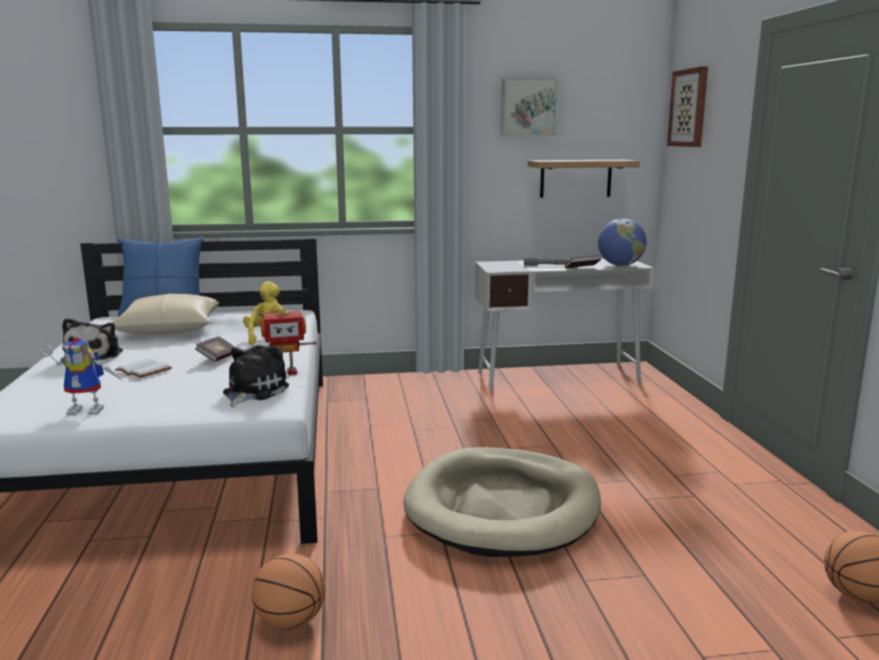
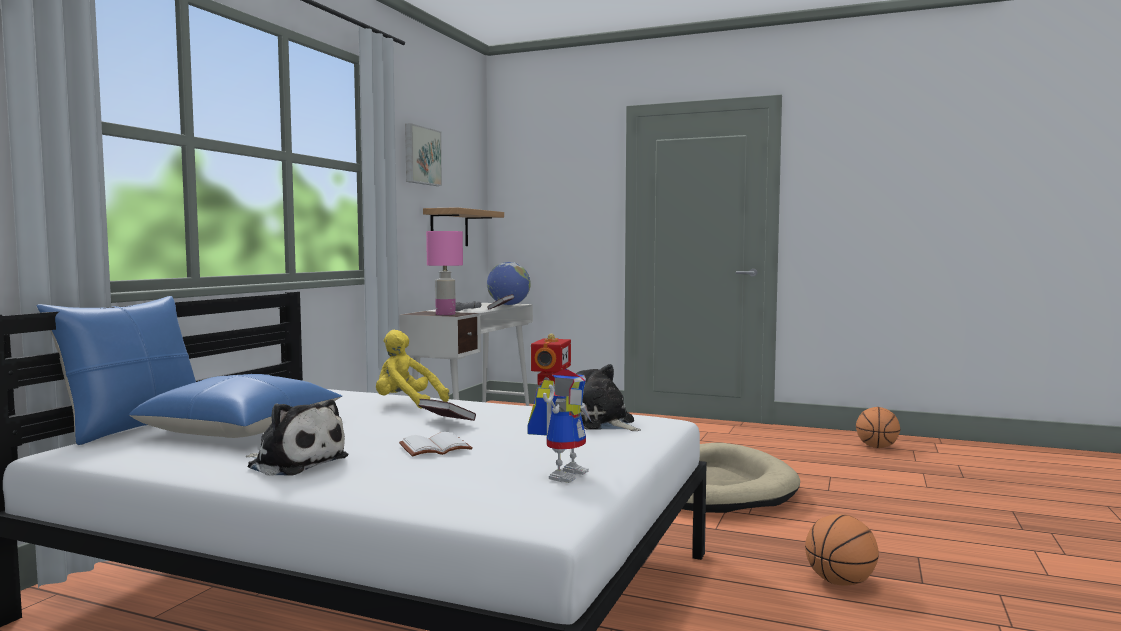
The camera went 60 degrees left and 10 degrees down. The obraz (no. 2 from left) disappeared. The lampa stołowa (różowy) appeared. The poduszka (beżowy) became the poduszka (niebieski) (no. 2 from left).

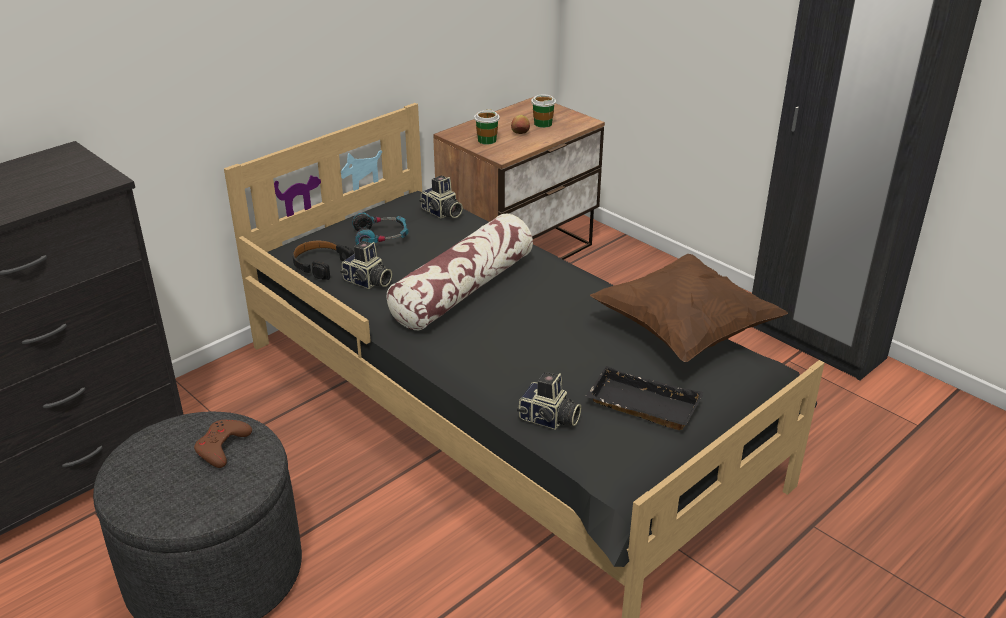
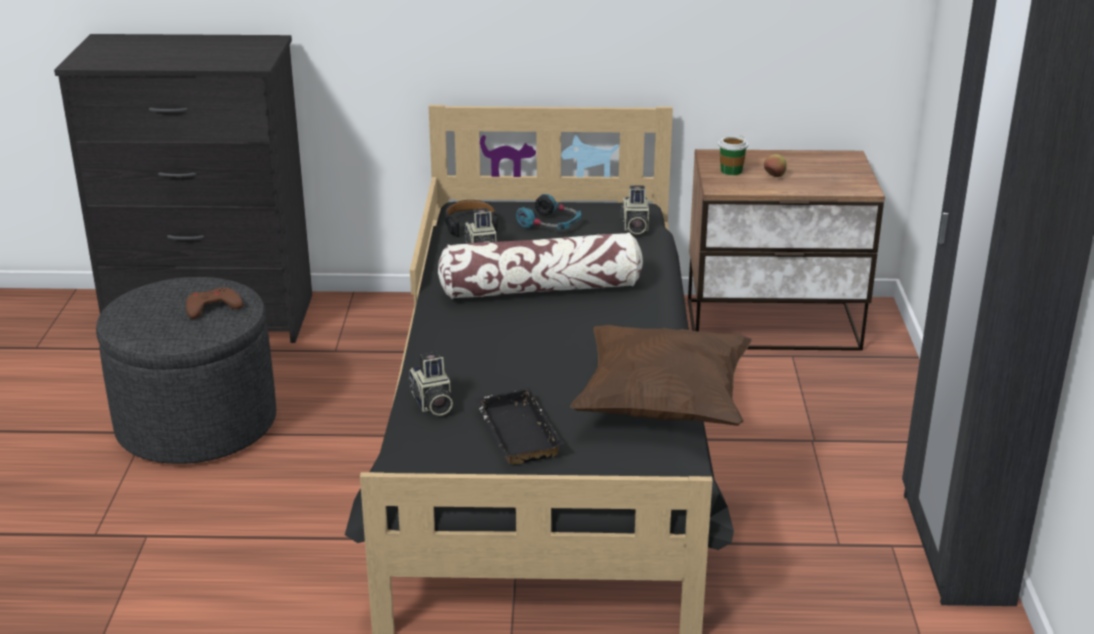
The camera went 45 degrees right and 5 degrees down. The filiżanka (no. 2 from left) disappeared.

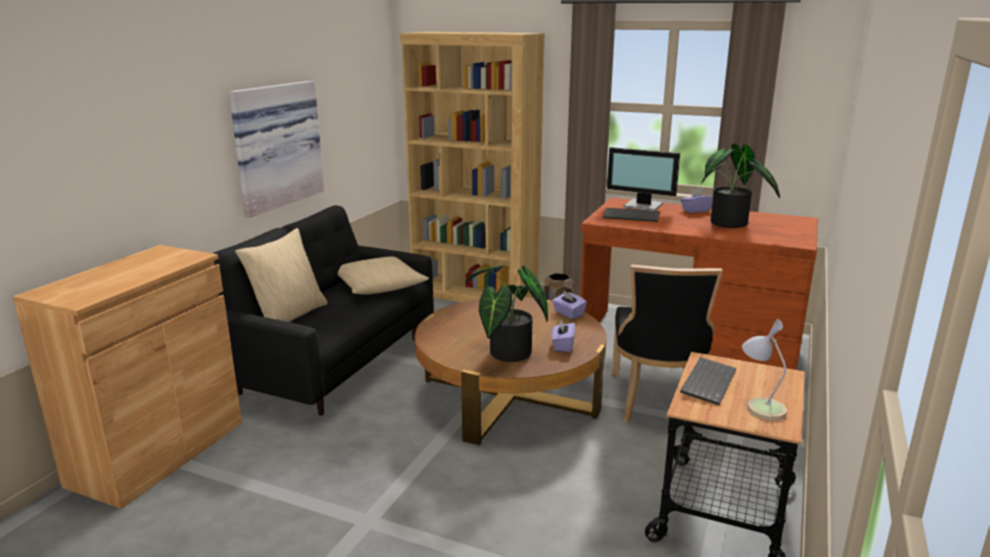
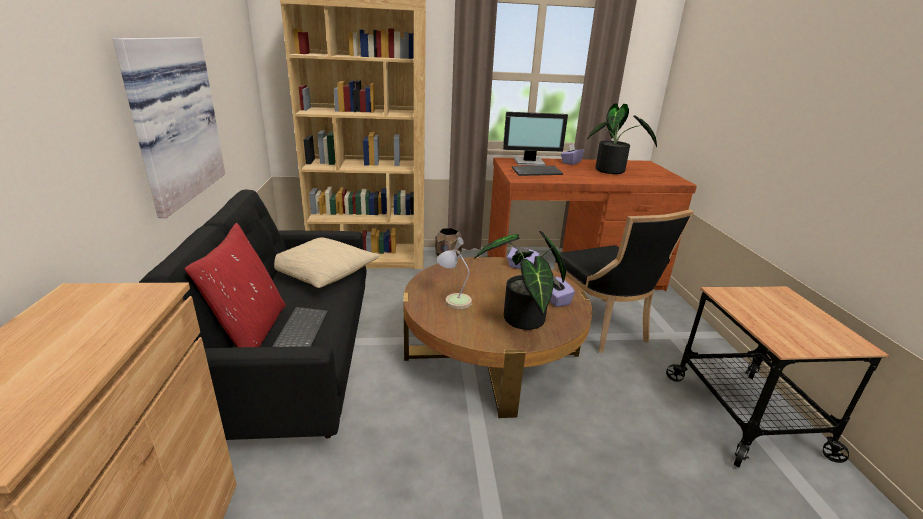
The camera went 30 degrees left and 5 degrees up. The klawiatura (no. 2 from left in the first image) moved. The lampa stołowa moved. The poduszka (beżowy) (no. 1 from left) became the poduszka (czerwony).

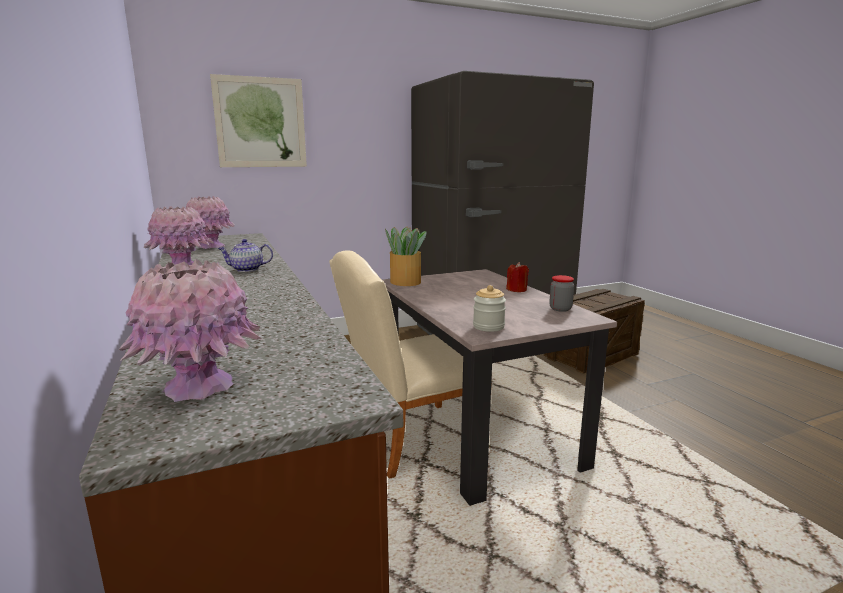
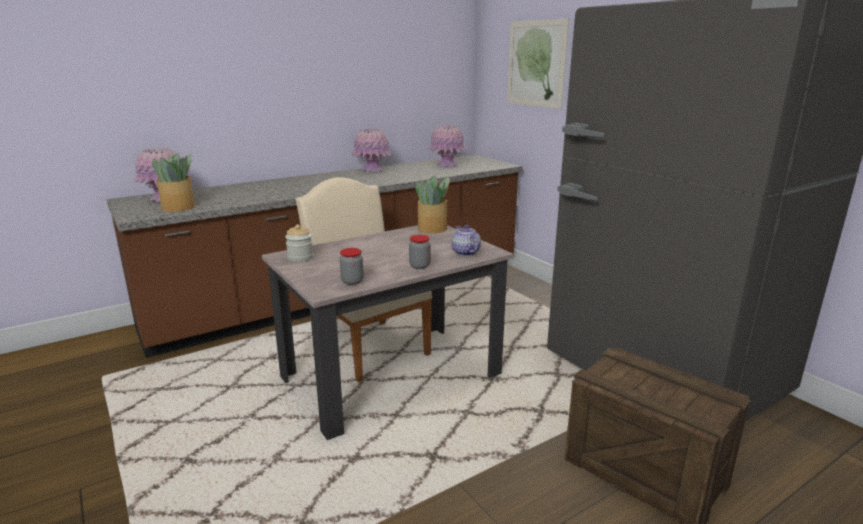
The camera went 80 degrees right and 5 degrees up. The roślina doniczkowa (no. 1 from left) appeared. The imbryk moved. The świeca (czerwony) was replaced by the słoik (no. 3 from left).

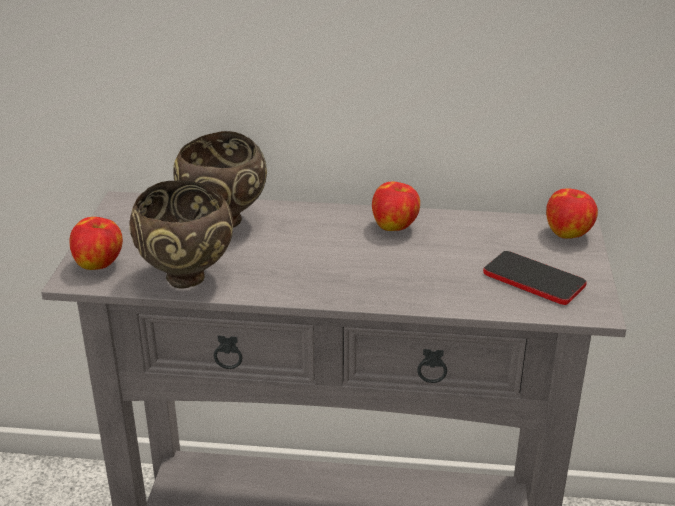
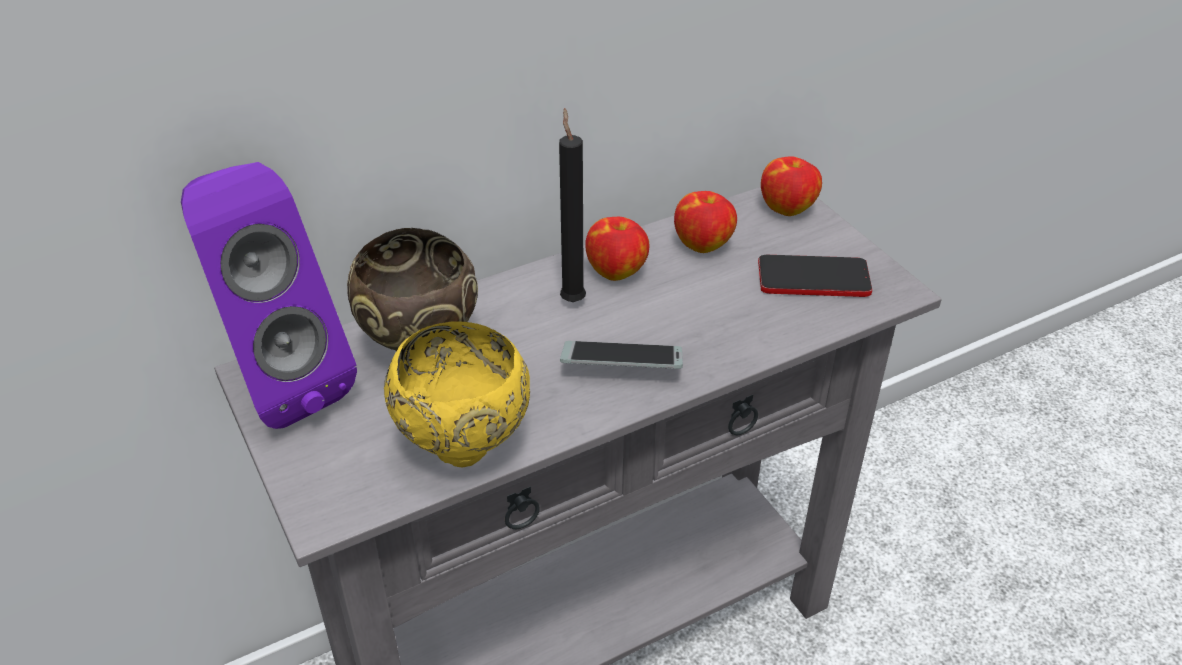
The camera went 35 degrees left and 10 degrees up. The głośnik (fioletowy) appeared. The świeca (czarny) appeared. The telefon (no. 1 from left) appeared. The jabłko (no. 1 from left in the first image) moved. The miska (brązowy) (no. 1 from left) became the miska (żółty).

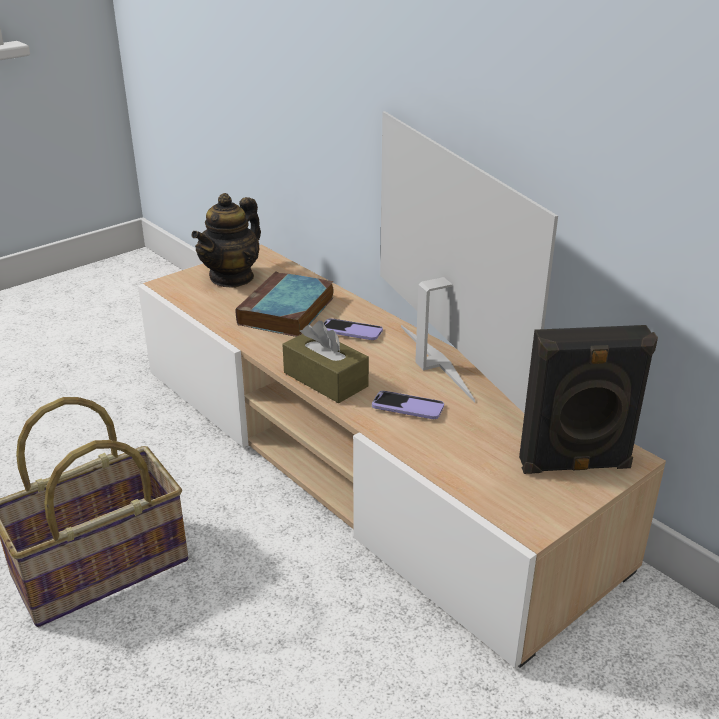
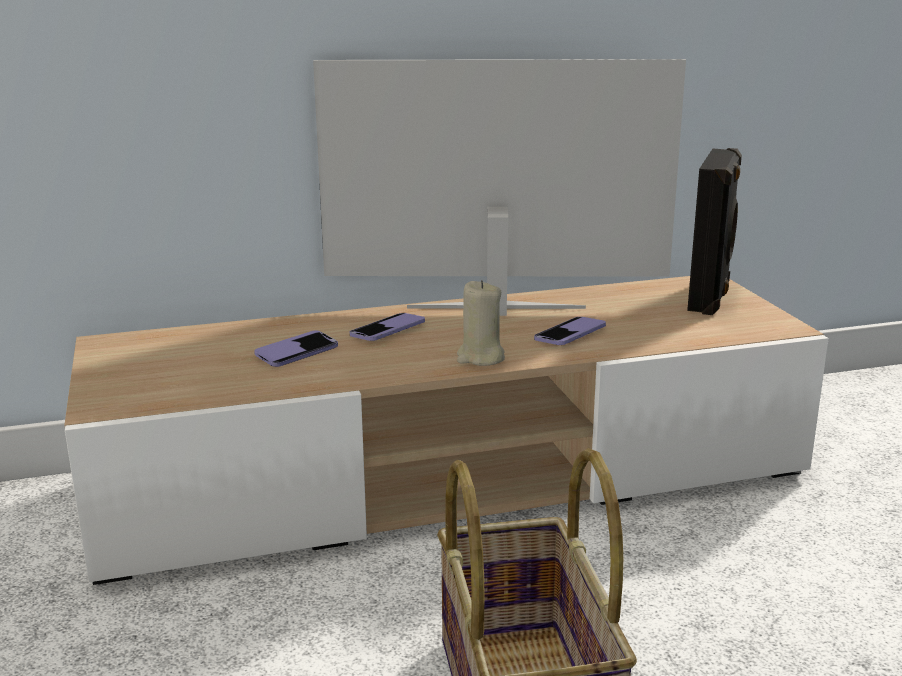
The camera went 65 degrees left and 10 degrees down. The imbryk disappeared. The książka was replaced by the telefon (no. 1 from left). The pudełko chusteczek (brązowy) was replaced by the świeca (beżowy).

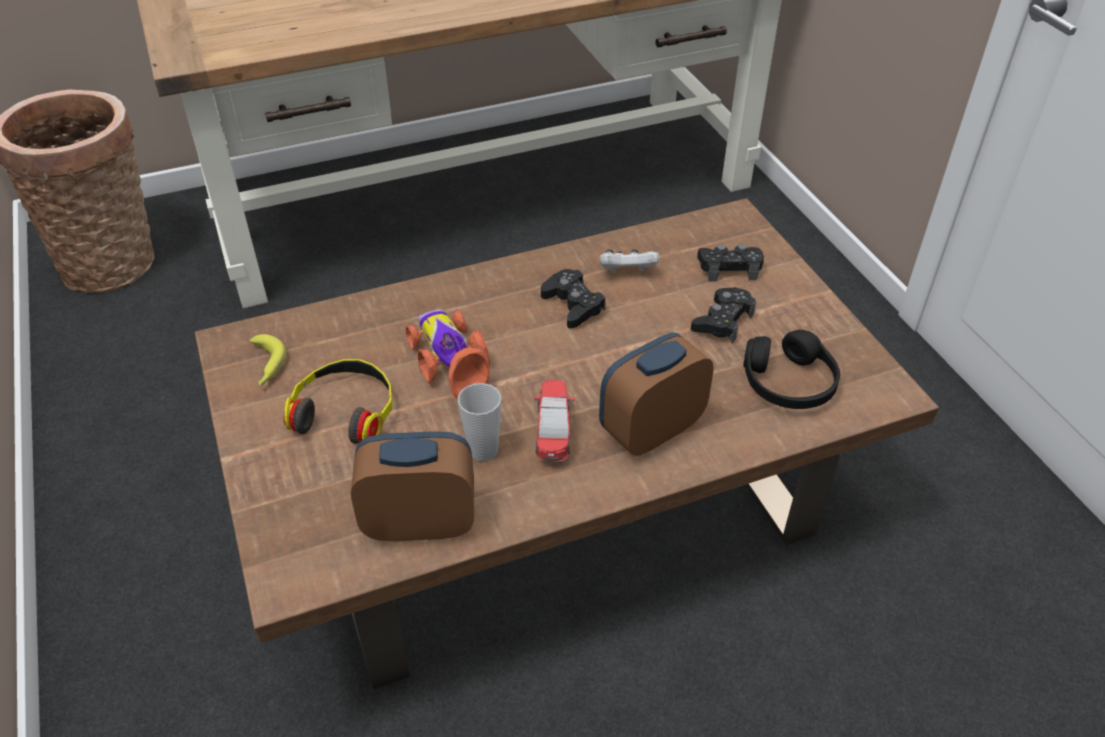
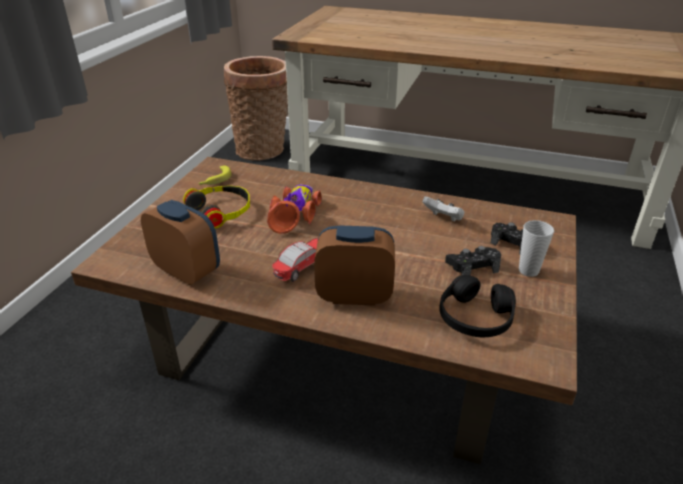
The camera went 40 degrees right and 10 degrees down. The pad do gier (czarny) (no. 1 from left) disappeared. The filiżanka moved.

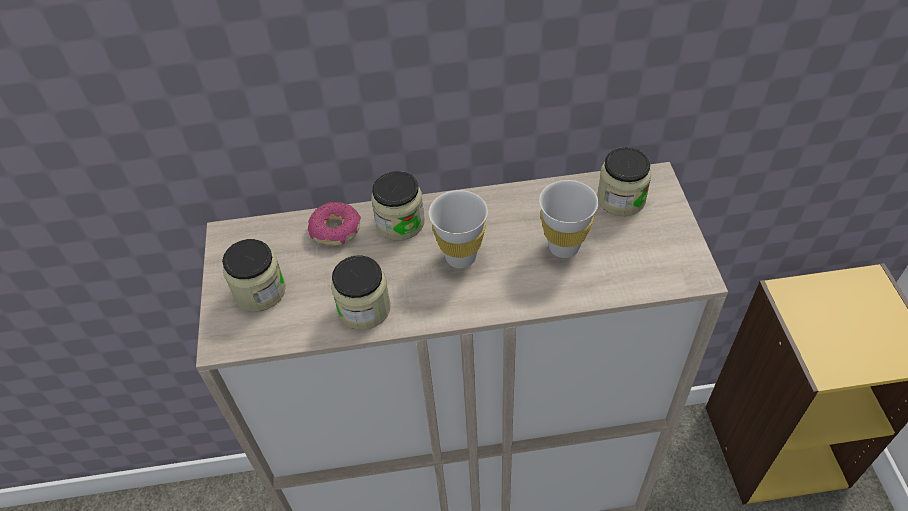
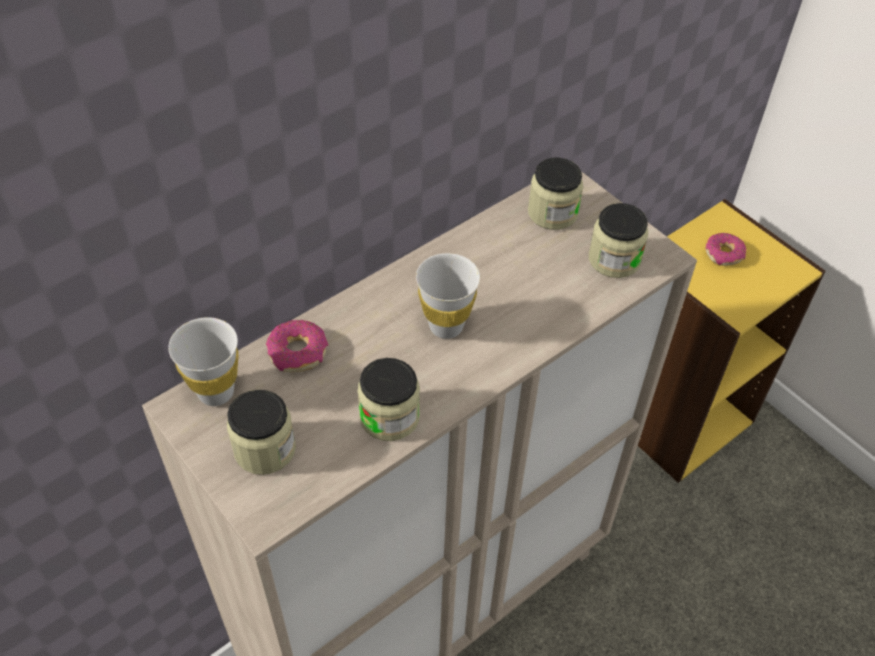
The camera went 35 degrees left and 0 degrees up. The donut (no. 2 from left) appeared. The słoik (no. 3 from left in the first image) moved. The filiżanka (biały) (no. 2 from left in the first image) moved.

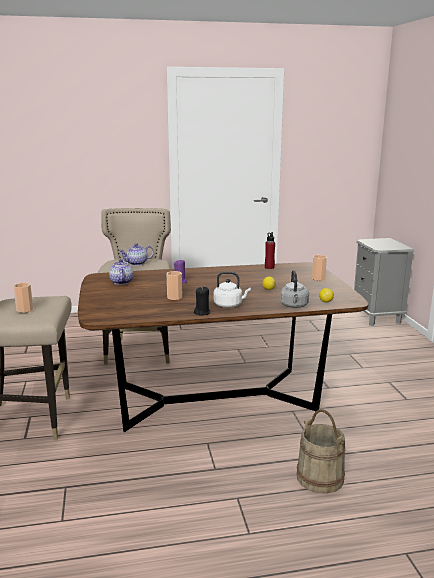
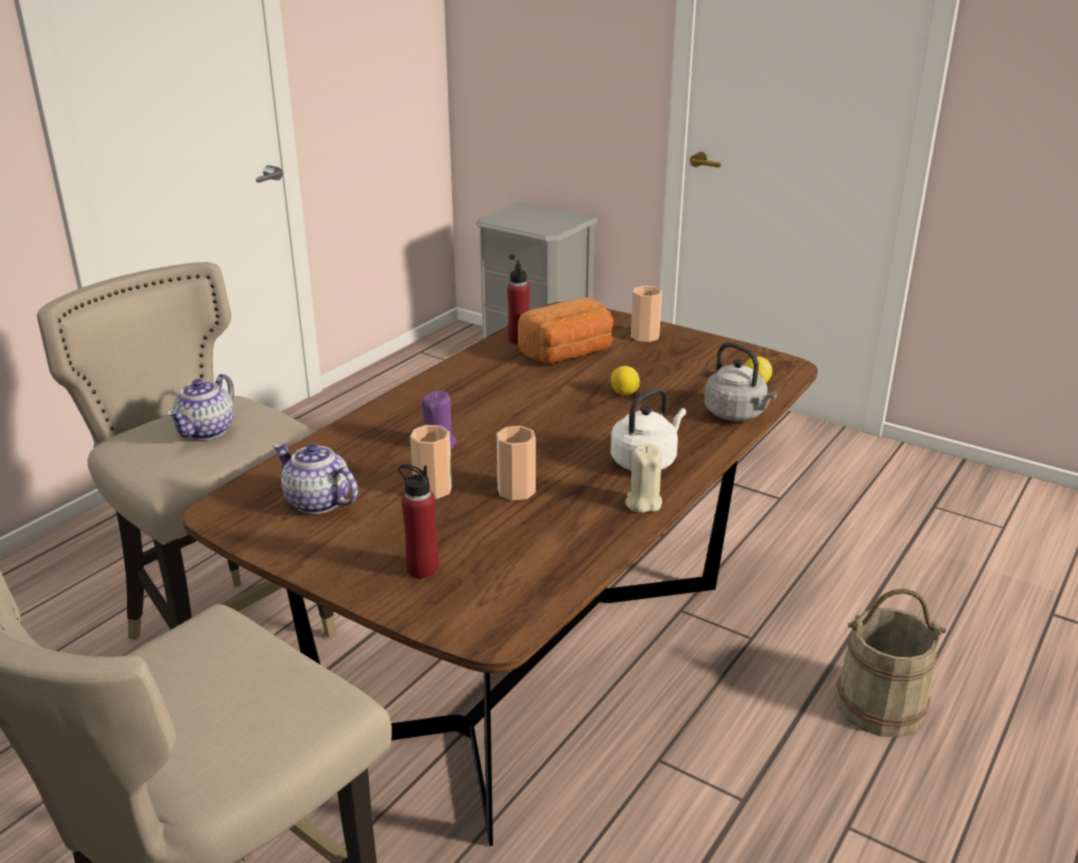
The camera went 45 degrees left and 10 degrees up. The butelka (czerwony) (no. 1 from left) appeared. The chleb appeared. The filiżanka (no. 1 from left) moved. The świeca (czarny) became the świeca (beżowy).

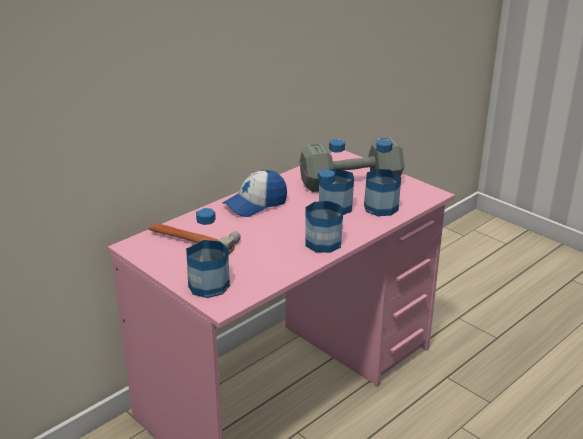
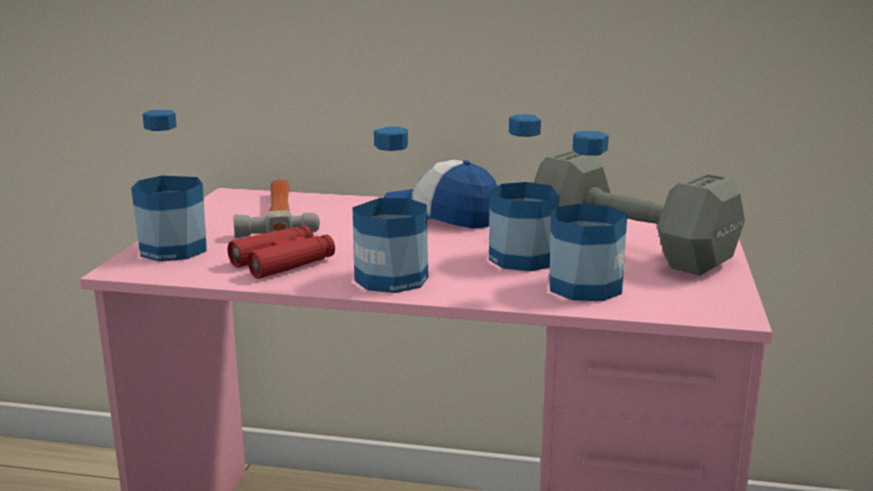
The camera went 55 degrees right and 10 degrees down. The lornetka (czerwony) appeared.

